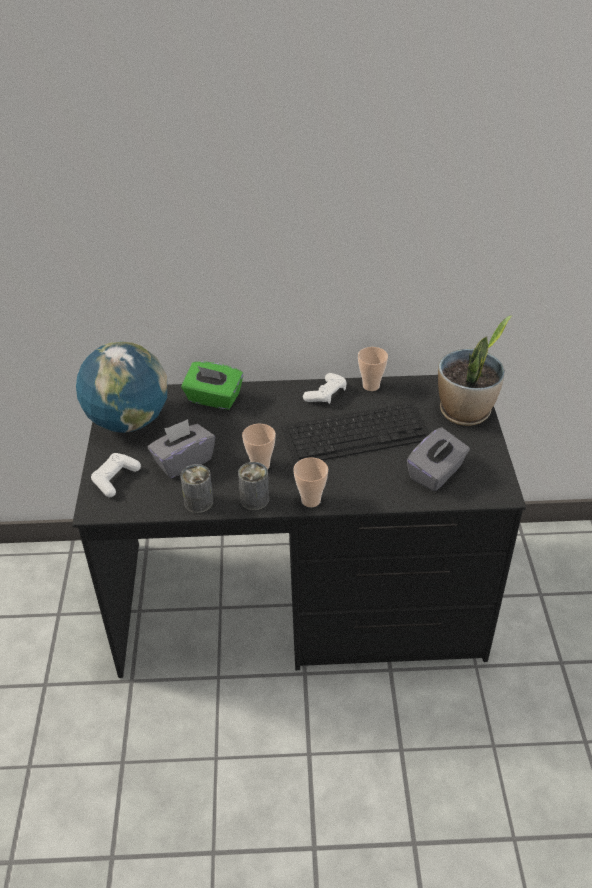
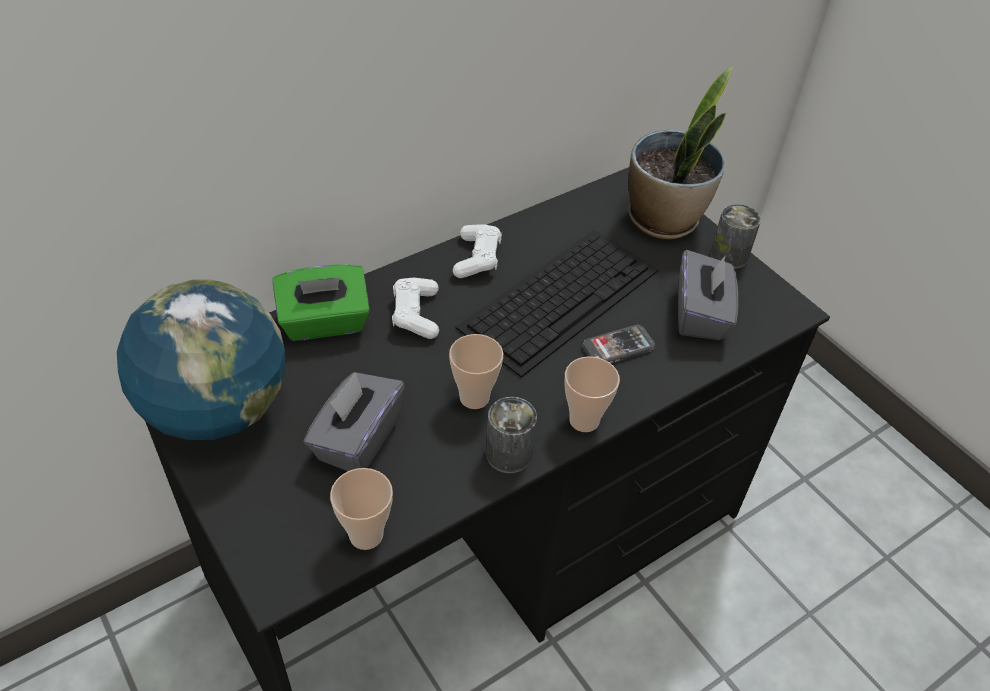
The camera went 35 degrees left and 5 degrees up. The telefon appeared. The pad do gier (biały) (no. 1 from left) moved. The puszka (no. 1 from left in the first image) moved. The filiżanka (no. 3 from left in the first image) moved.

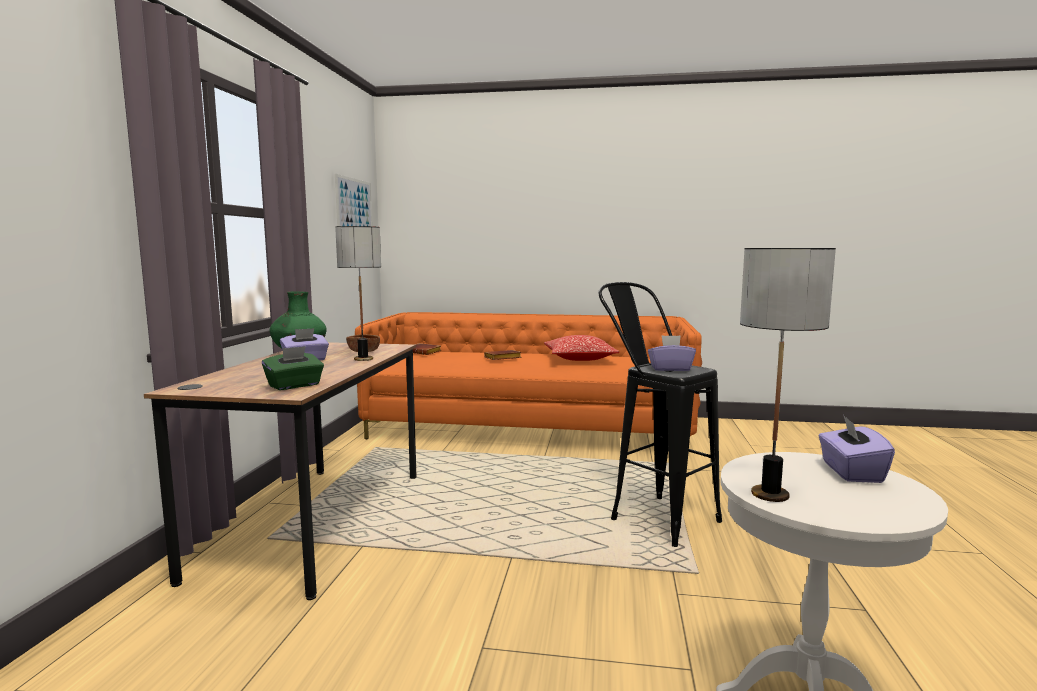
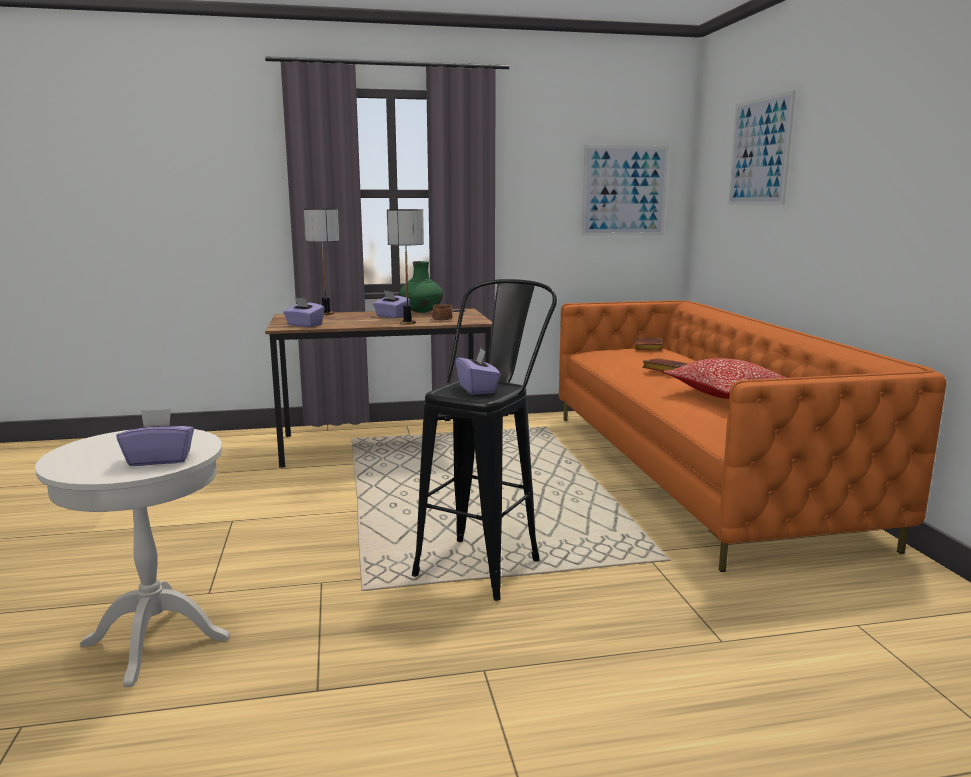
The camera went 70 degrees right and 5 degrees up. The obraz (no. 2 from left) appeared. The lampa stołowa (no. 2 from left in the first image) moved. The pudełko chusteczek (zielony) became the pudełko chusteczek (fioletowy) (no. 2 from left).

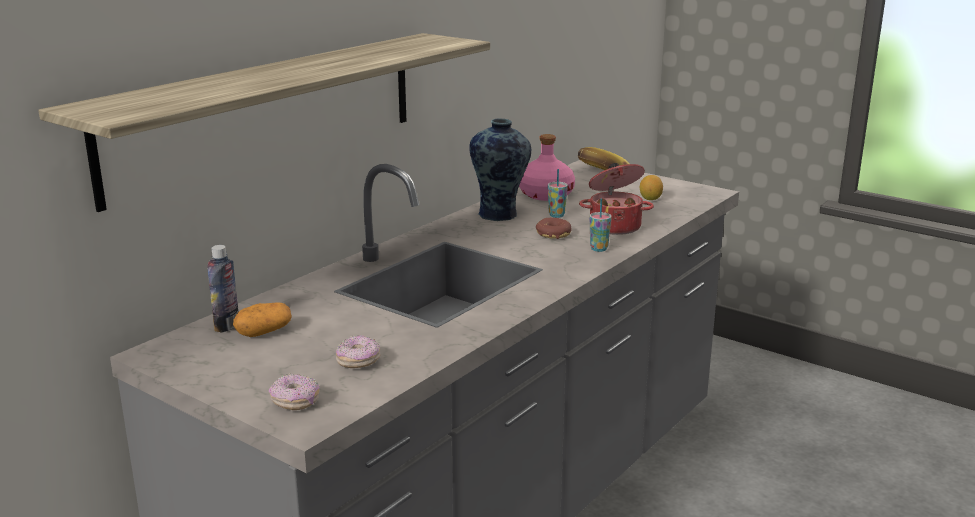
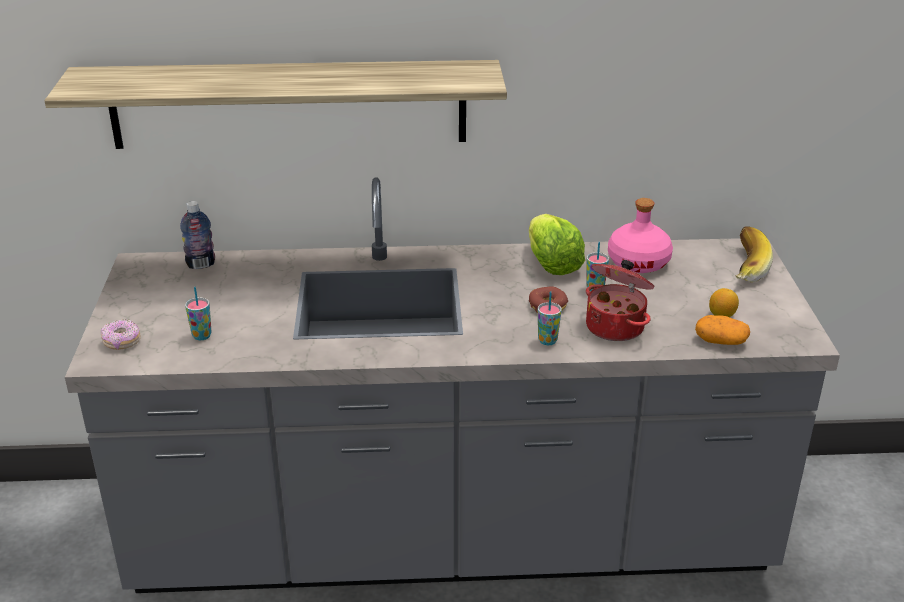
The camera went 50 degrees right and 10 degrees up. The ziemniak moved. The donut (no. 2 from left) was replaced by the filiżanka (no. 1 from left). The wazon was replaced by the sałata.

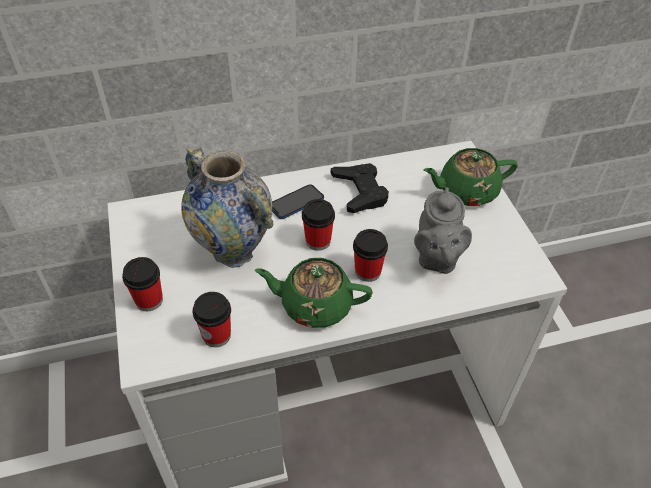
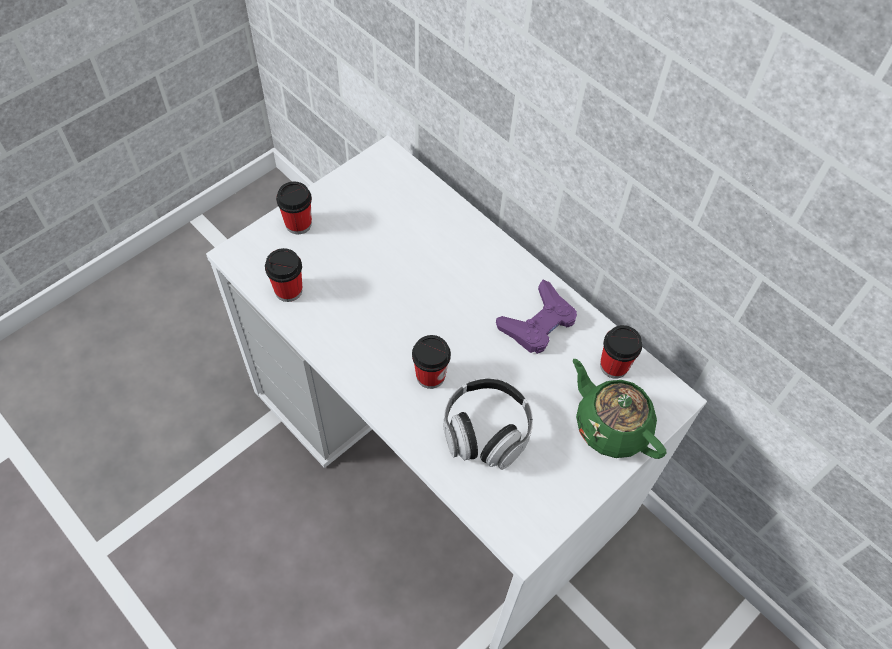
The camera went 60 degrees right and 10 degrees up. The wazon disappeared. The imbryk (zielony) (no. 1 from left) disappeared. The telefon disappeared. The filiżanka (no. 3 from left in the first image) moved. The imbryk (szary) was replaced by the słuchawki. The pad do gier (czarny) became the pad do gier (fioletowy).

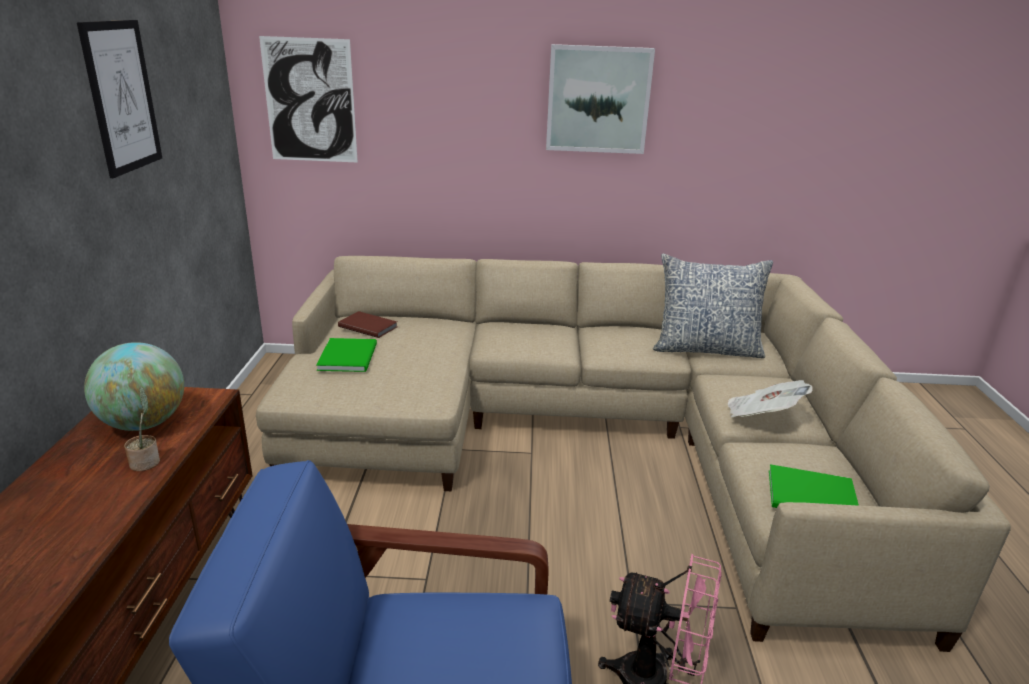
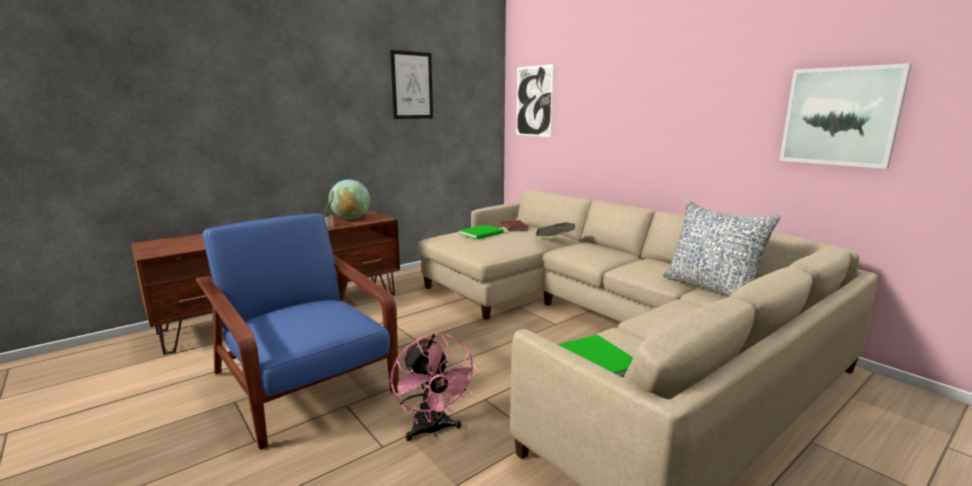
The camera went 50 degrees right and 10 degrees down. The obraz (no. 3 from left) moved. The gazeta moved.

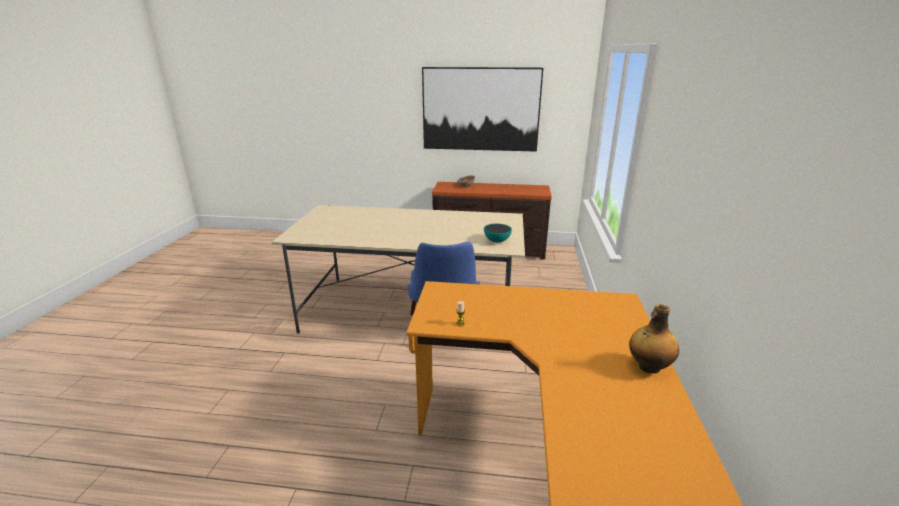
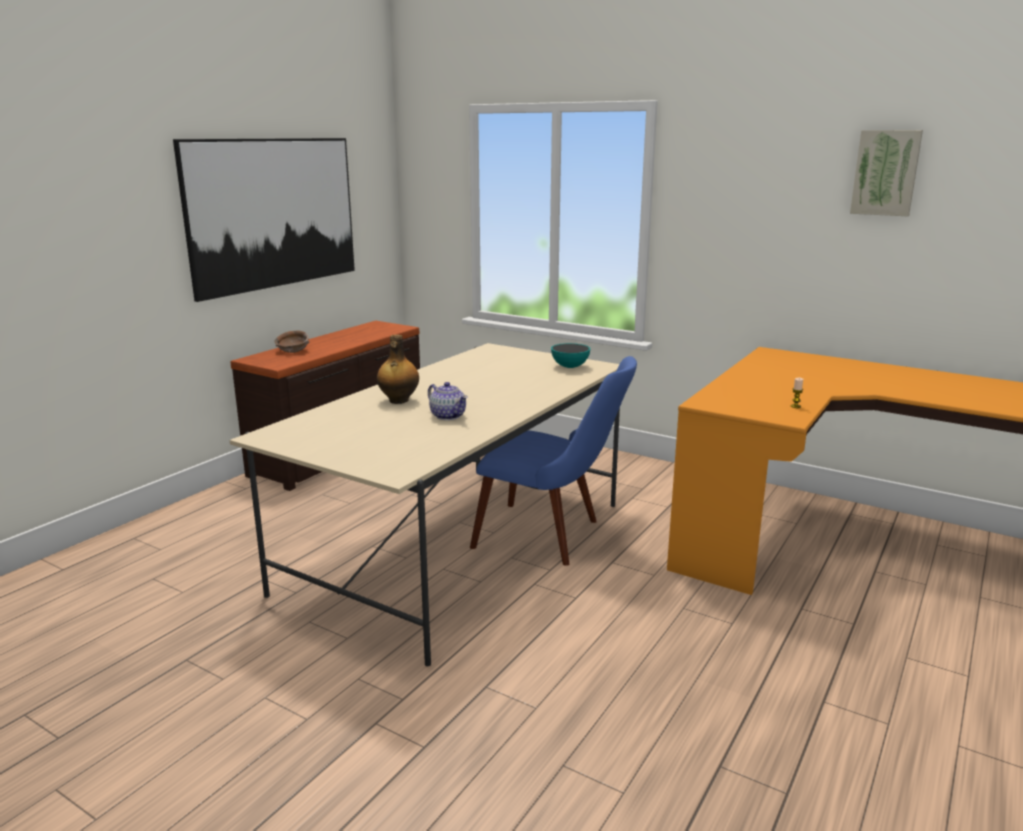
The camera went 65 degrees left and 5 degrees down. The imbryk appeared. The obraz (no. 2 from left) appeared. The butelka moved.

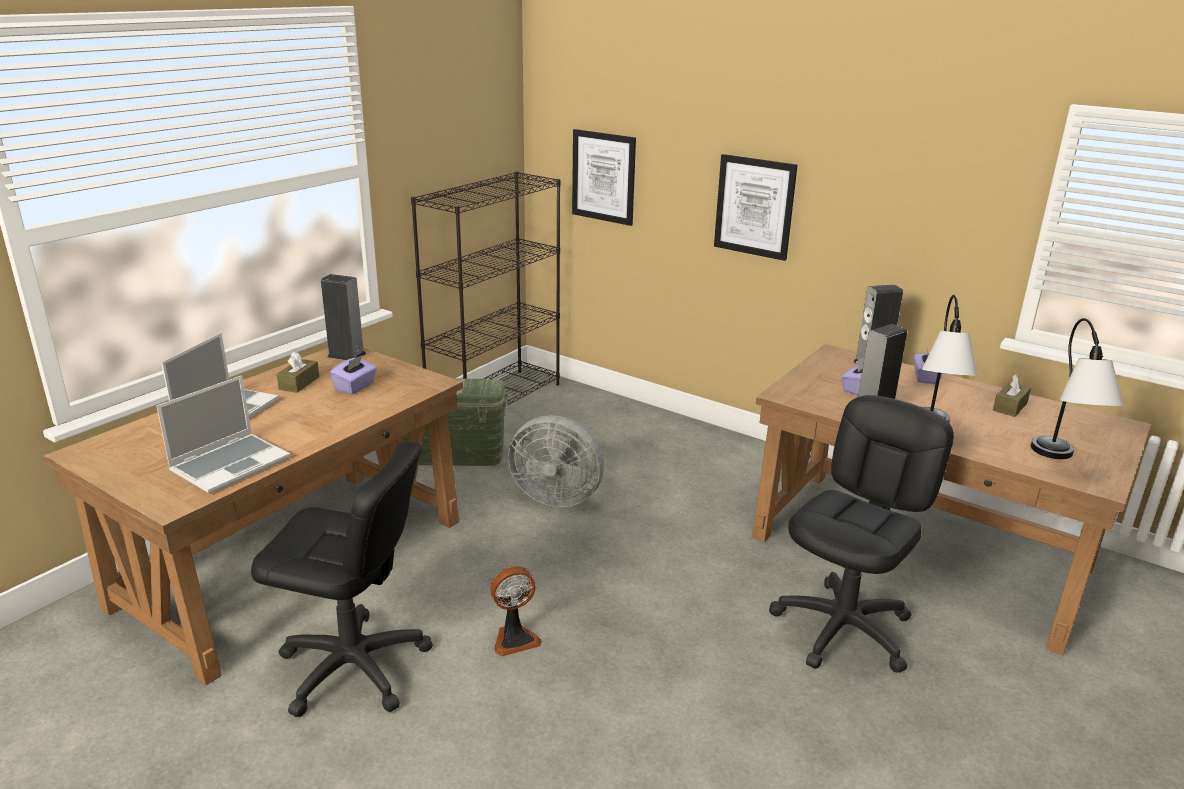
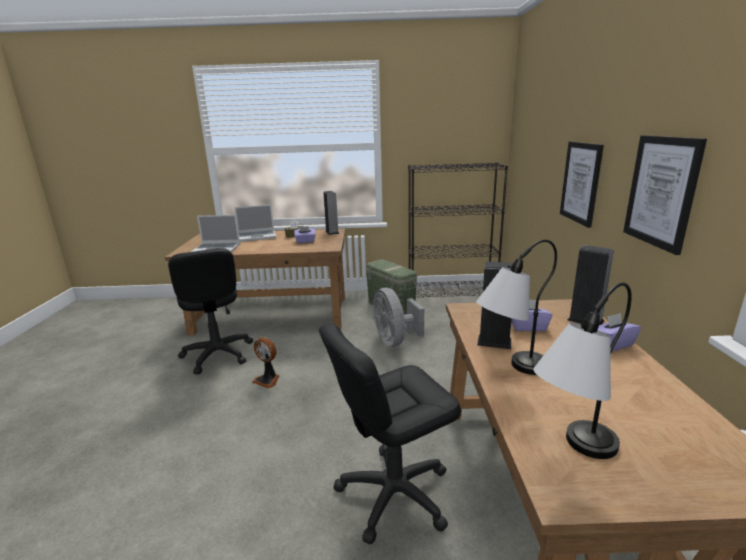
The camera went 55 degrees right and 5 degrees down. The pudełko chusteczek (brązowy) (no. 2 from left) disappeared. The obraz (no. 1 from left in the first image) moved. The krzesło biurowe (czarny) (no. 2 from left) turned 150 degrees clockwise.

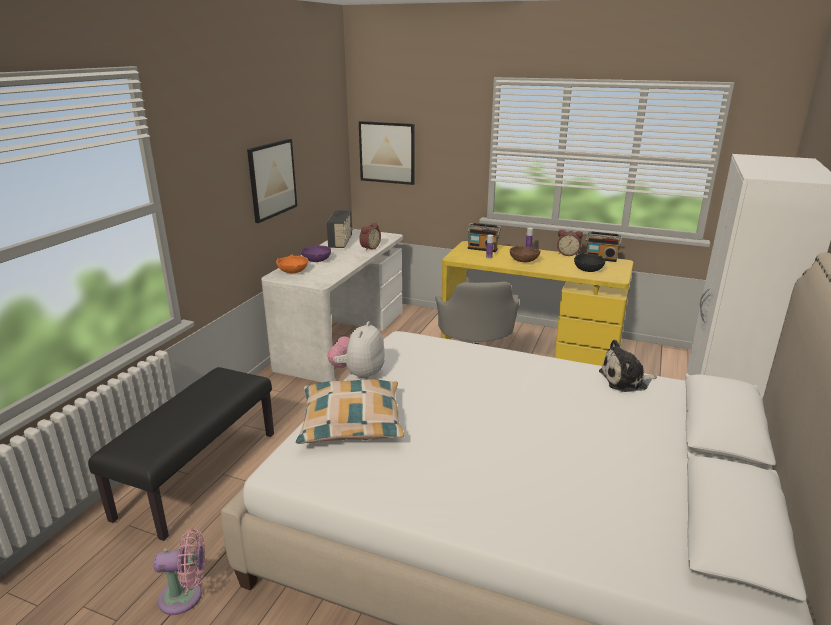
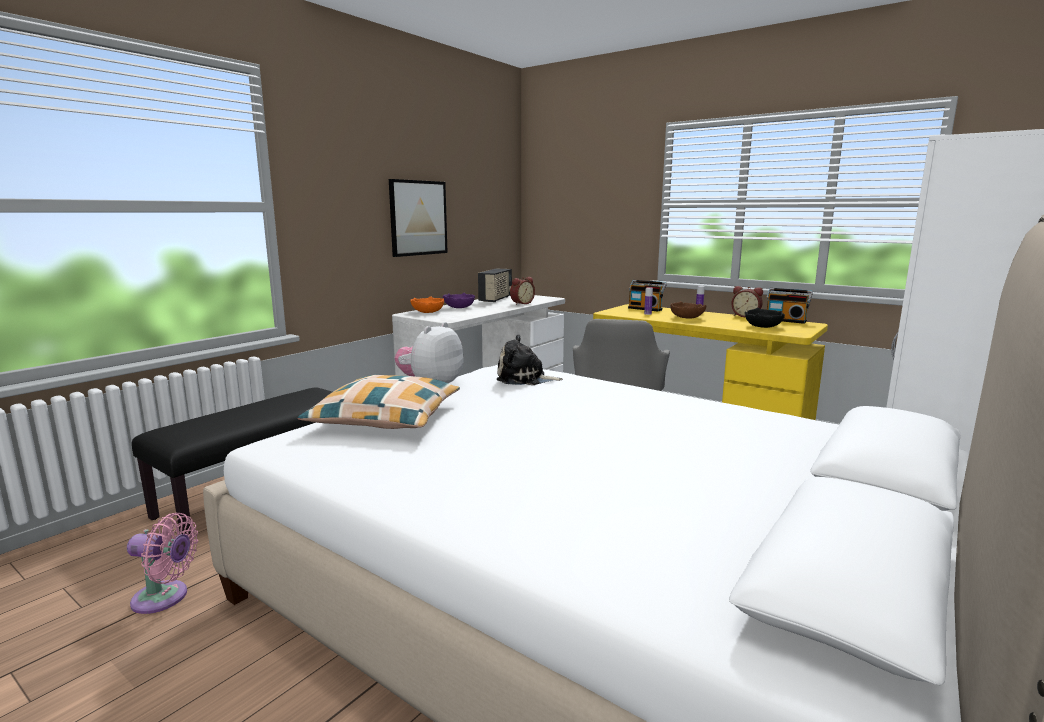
The camera went 15 degrees right and 10 degrees down. The obraz (no. 2 from left) disappeared. The pluszak (no. 2 from left) moved.

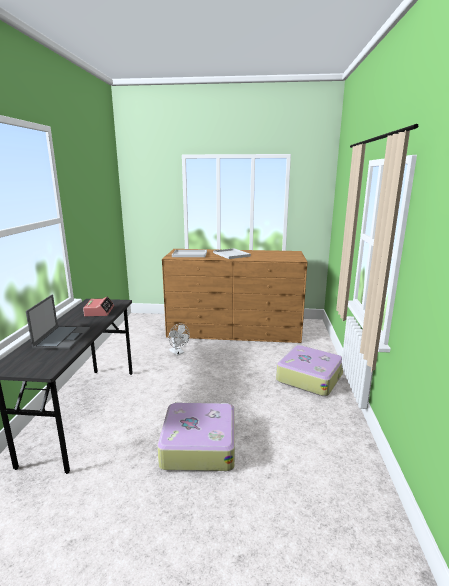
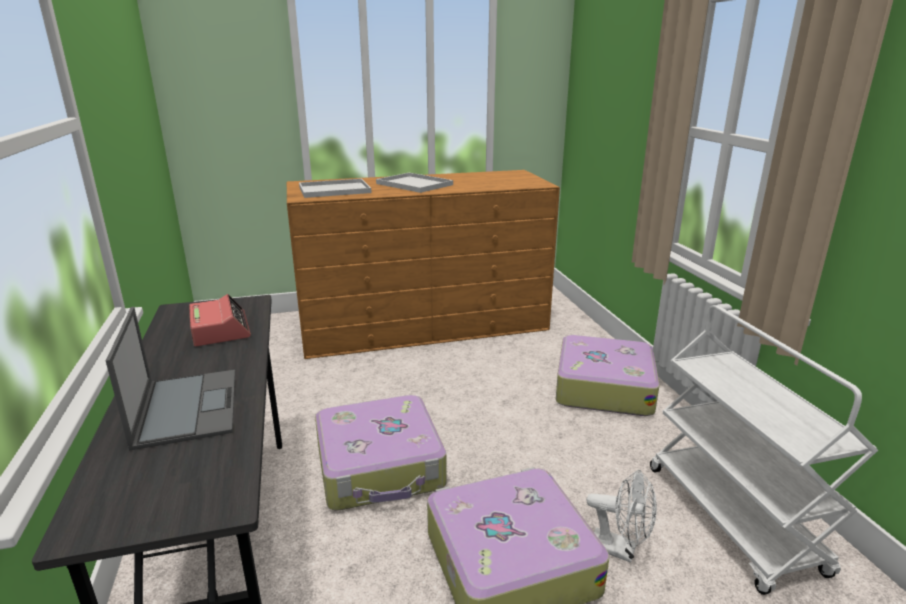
The camera went 20 degrees left and 5 degrees up. The walizka (no. 1 from left) appeared. The wózek (biały) appeared. The wentylator (biały) moved.

